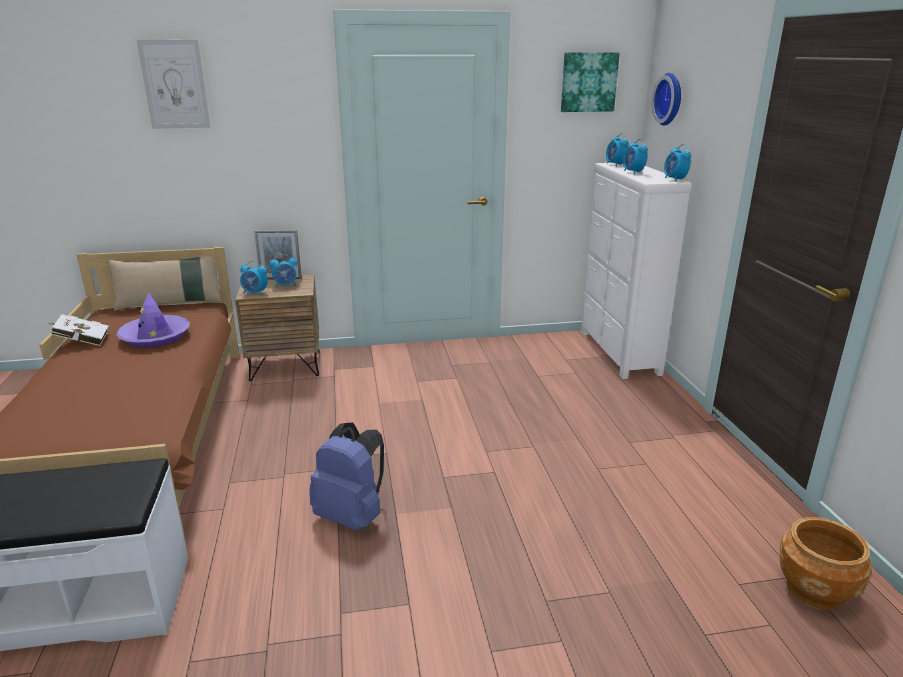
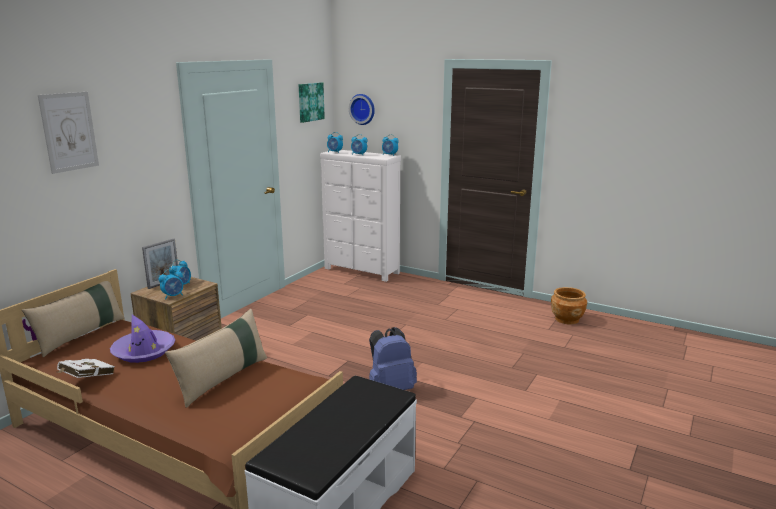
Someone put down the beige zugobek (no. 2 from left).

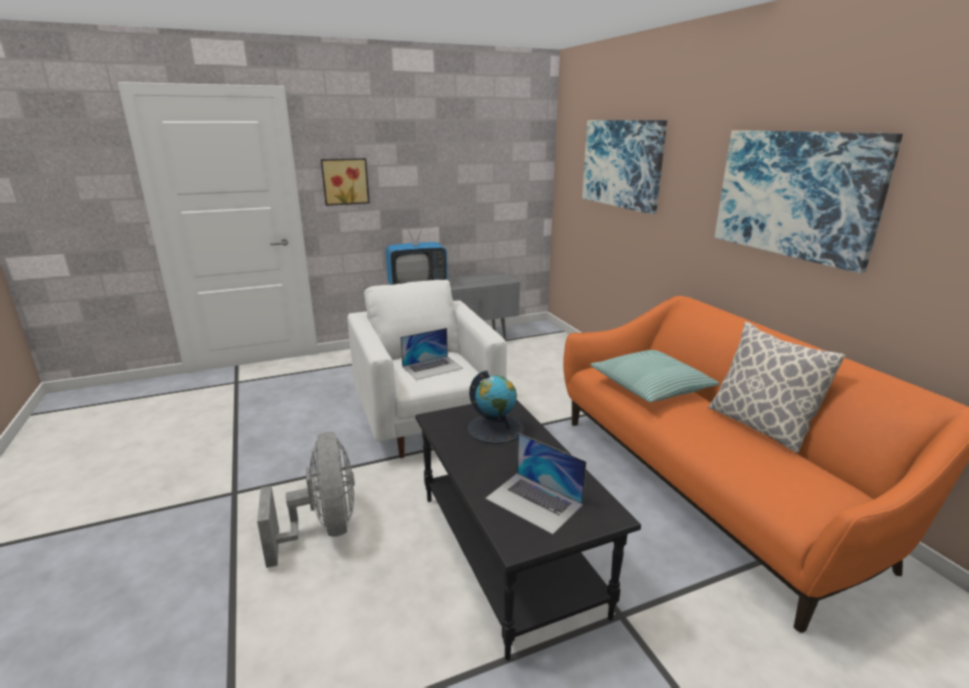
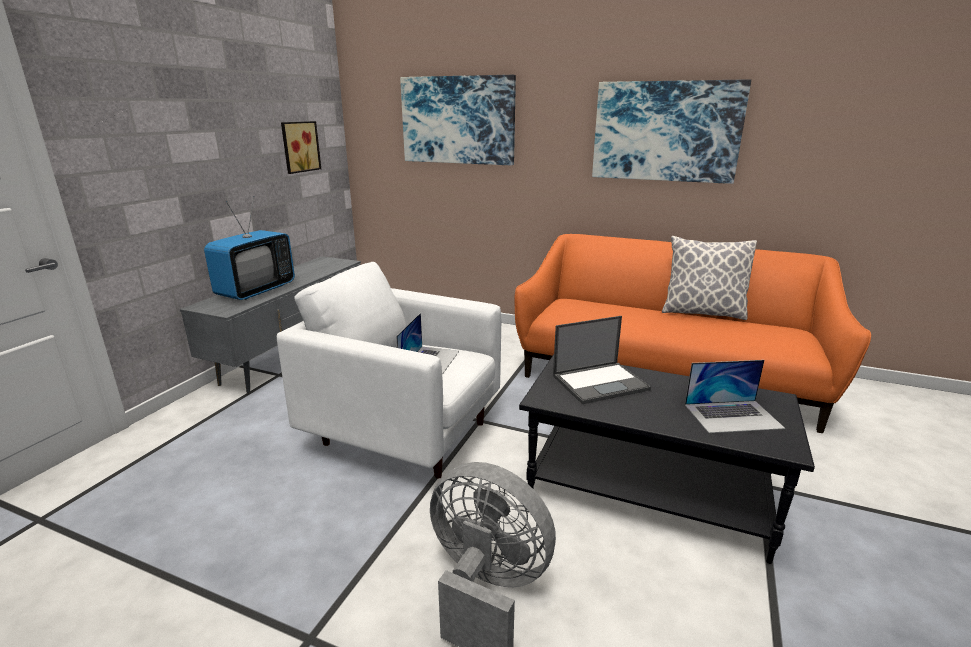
Someone carried the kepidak (no. 1 from left). Someone swapped the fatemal for the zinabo (no. 2 from left). Someone took away the zugobek (no. 1 from left).

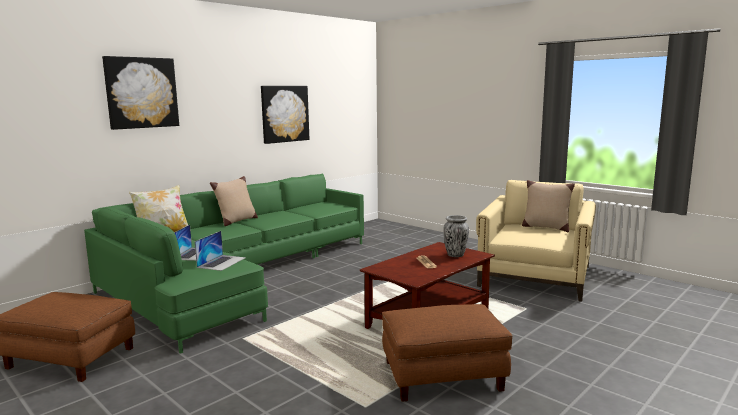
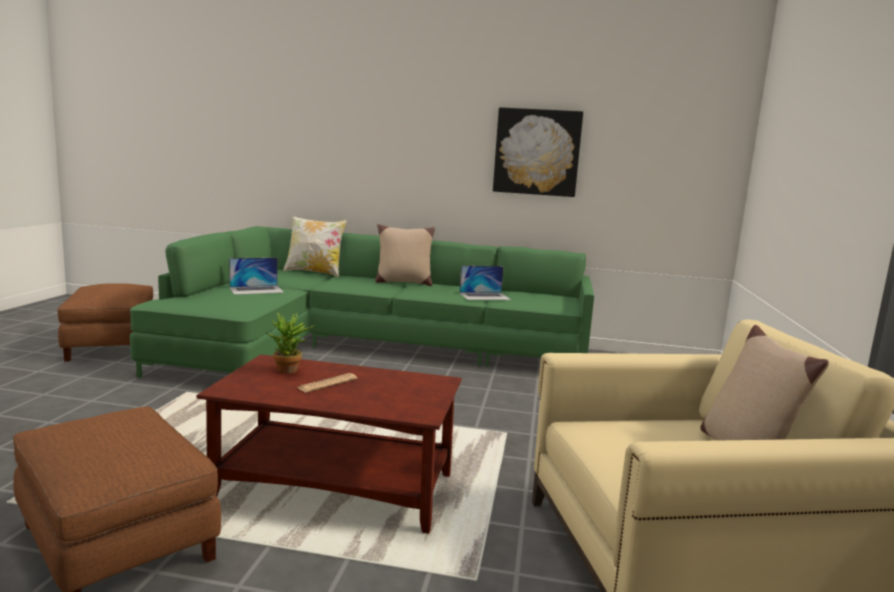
Someone put down the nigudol. Someone carried the zinabo (no. 2 from left). Someone took away the kepidak (no. 1 from left). Someone took away the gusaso.

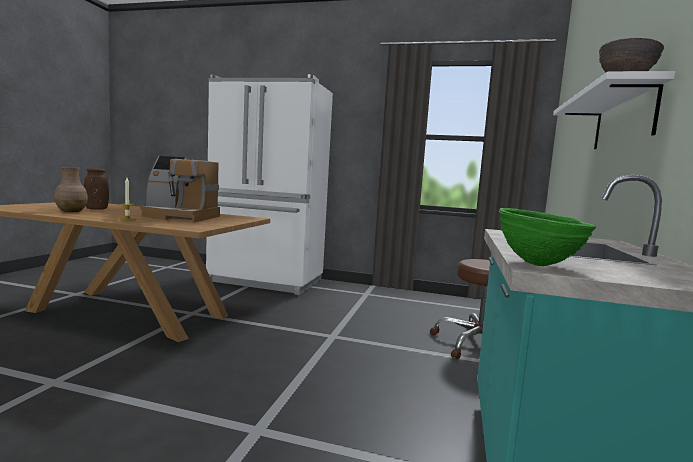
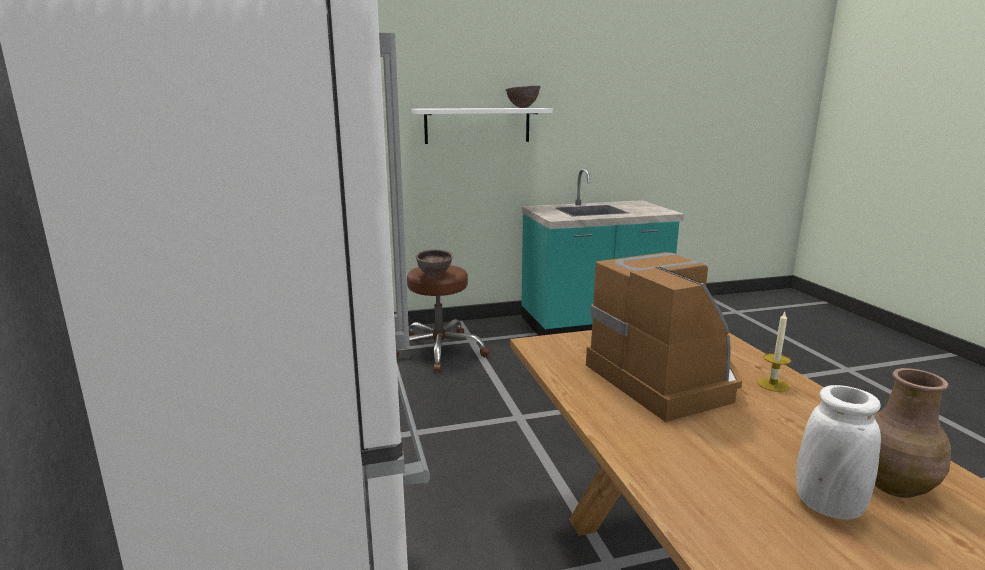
Someone put down the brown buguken (no. 1 from left). Someone repainted the brown gusaso (no. 2 from left), which became the white gusaso. Someone took away the green buguken.

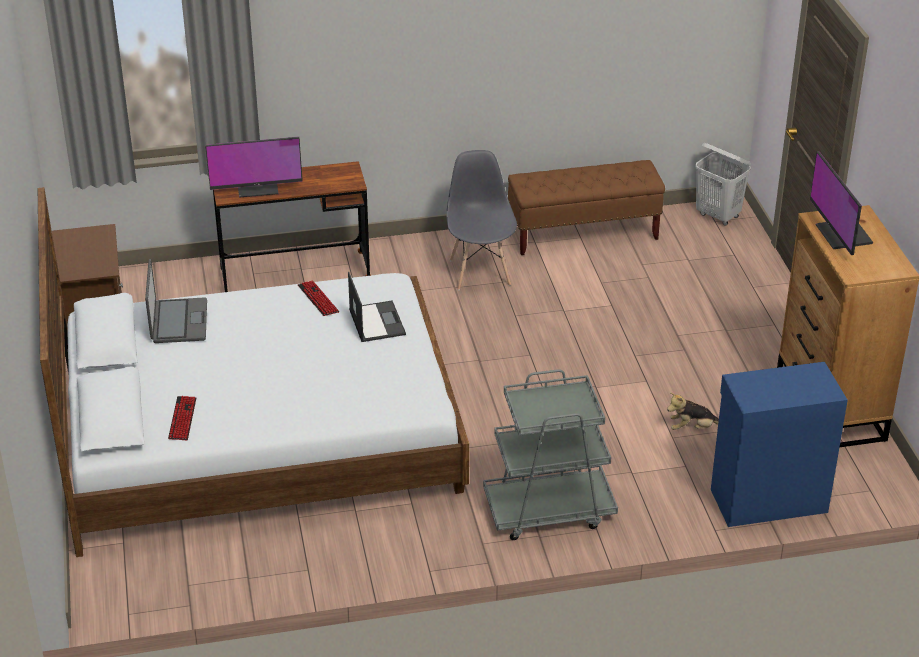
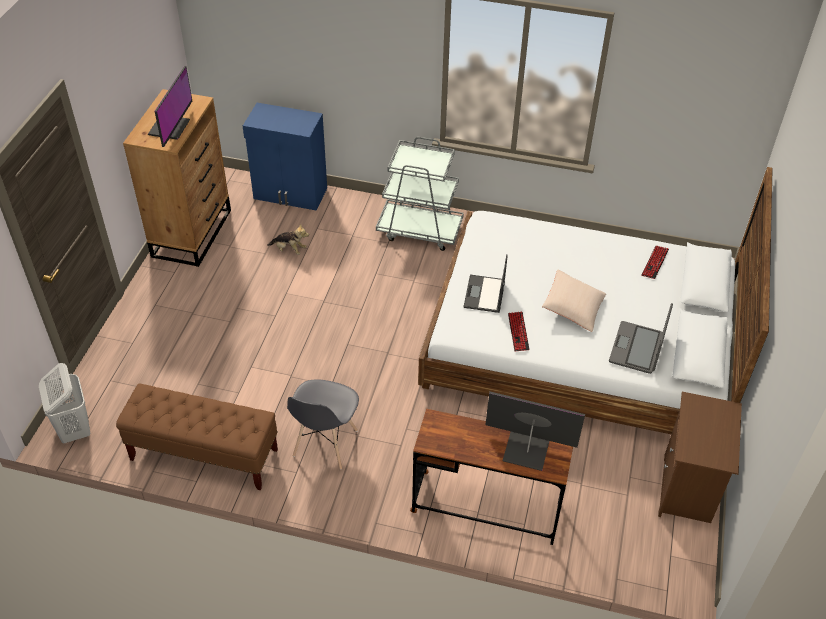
Someone put down the beige zugobek.

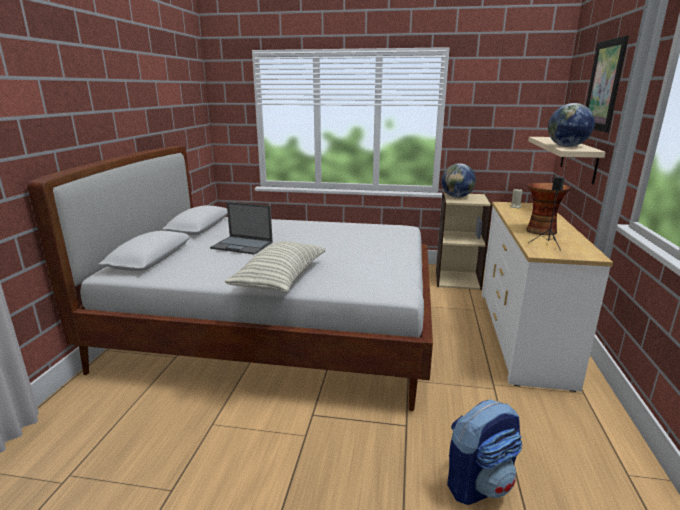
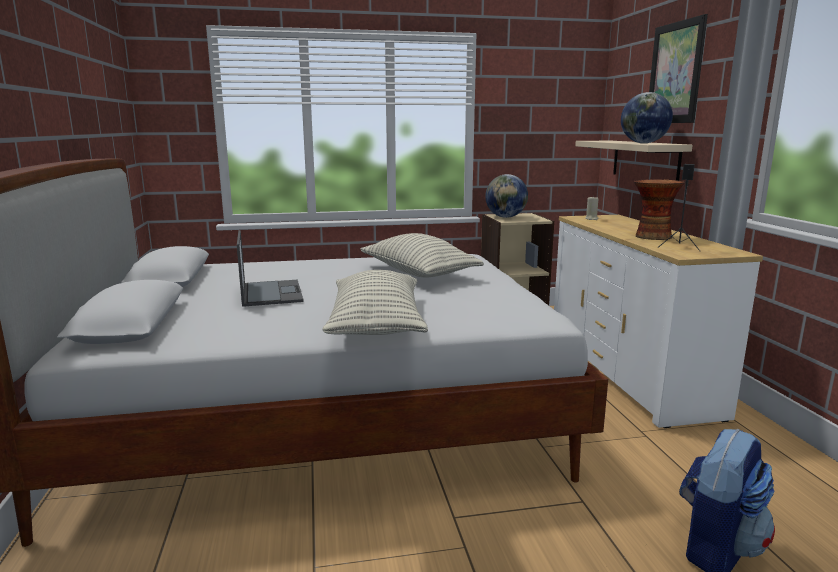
Someone rotated the zinabo by 105 degrees counterclockwise. Someone put down the zugobek (no. 2 from left).

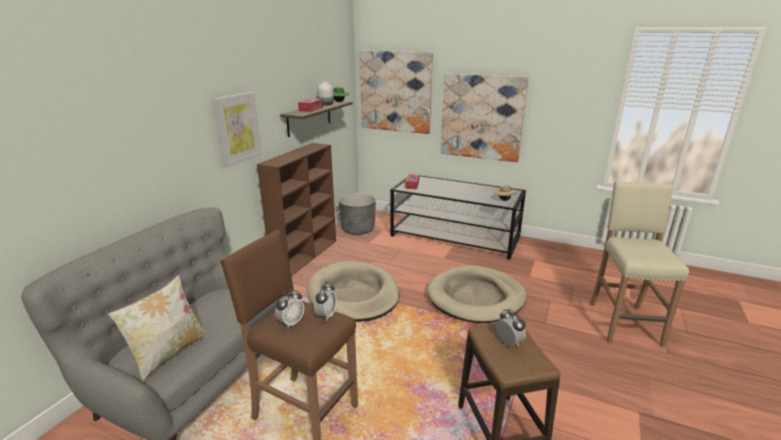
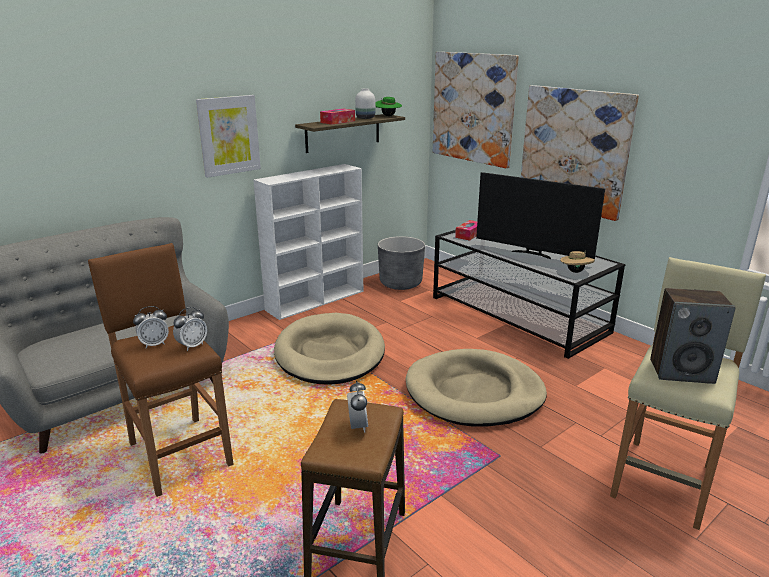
Someone repainted the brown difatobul, which became the white difatobul. Someone put down the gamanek. Someone put down the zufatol. Someone took away the zugobek.

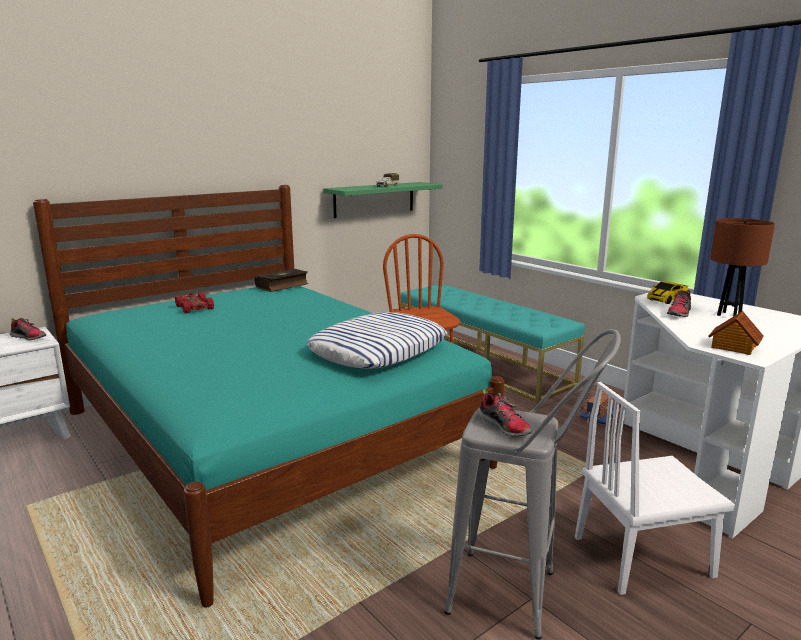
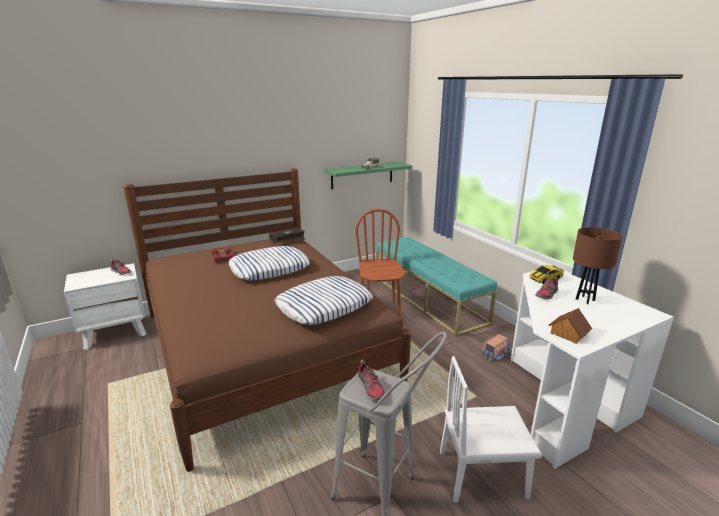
Someone repainted the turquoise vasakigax, which became the brown vasakigax. Someone put down the zugobek (no. 1 from left).

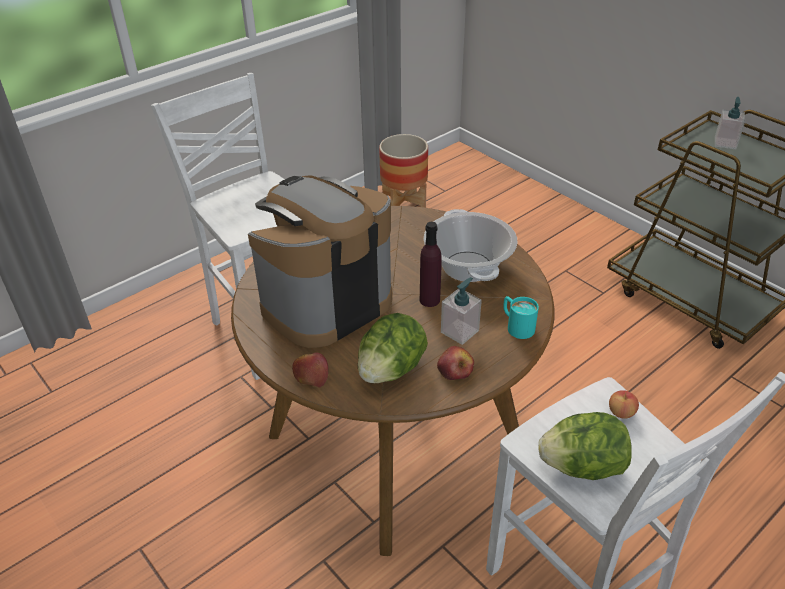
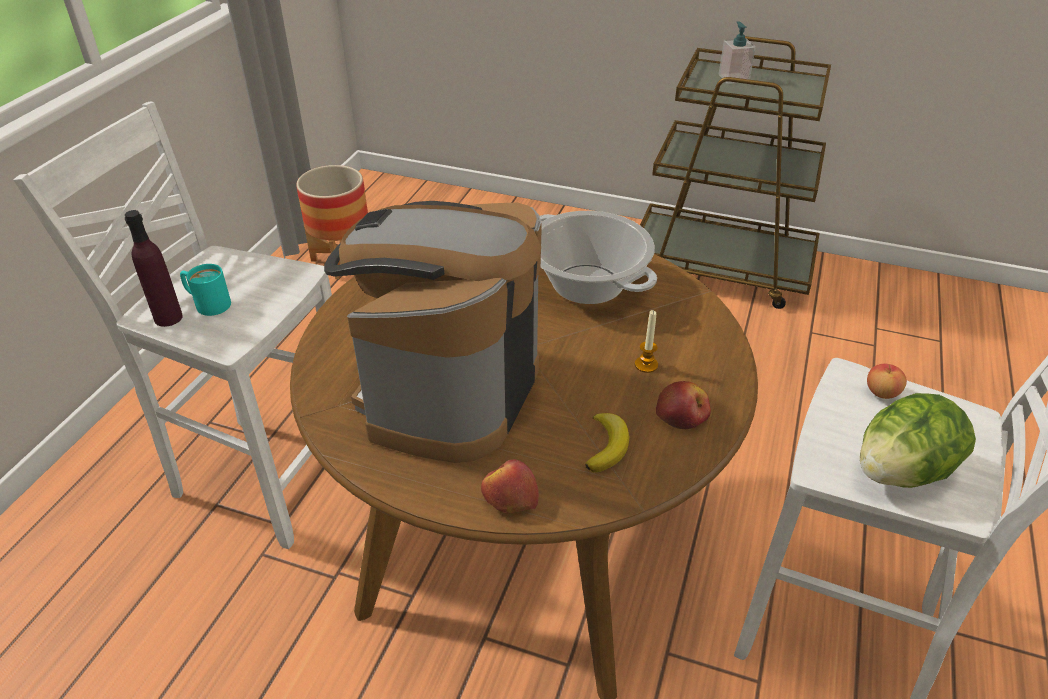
Someone carried the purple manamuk. Someone carried the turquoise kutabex. Someone swapped the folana (no. 1 from left) for the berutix. Someone swapped the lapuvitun (no. 1 from left) for the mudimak.

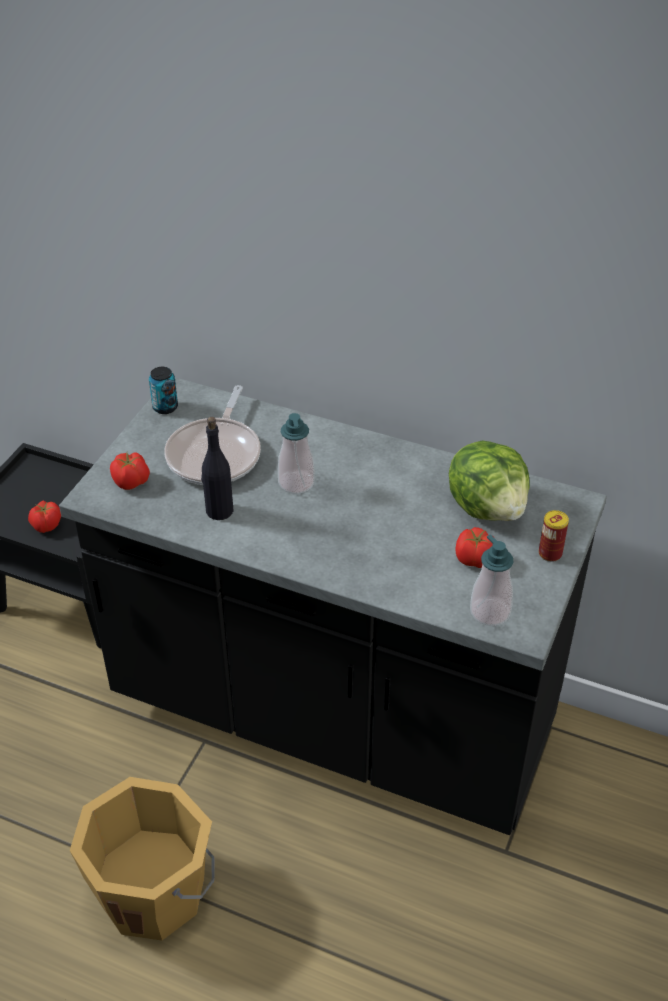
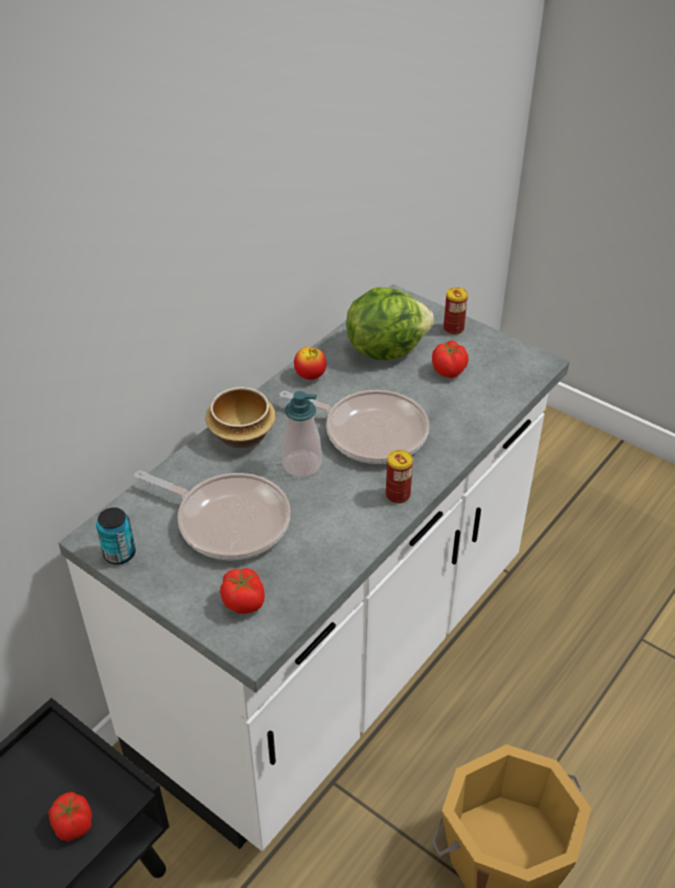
Someone repainted the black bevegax, which became the white bevegax. Someone put down the buguken. Someone put down the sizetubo (no. 2 from left). Someone put down the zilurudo. Someone put down the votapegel (no. 2 from left). Someone took away the black manamuk. Someone took away the lapuvitun (no. 2 from left).

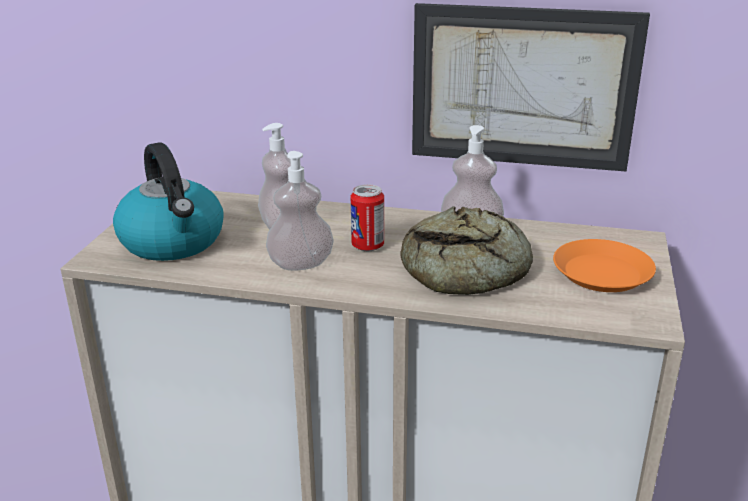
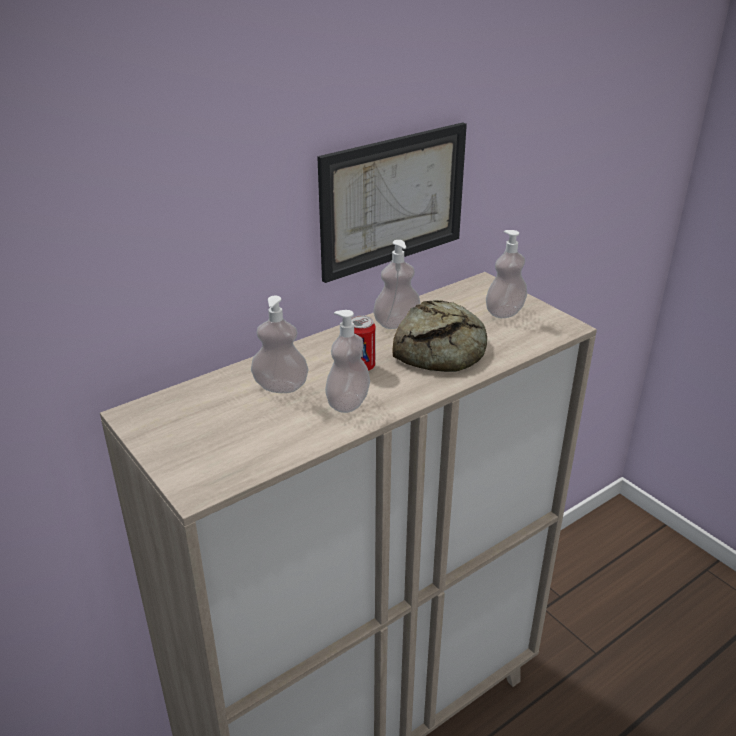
Someone swapped the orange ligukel for the lapuvitun (no. 4 from left). Someone took away the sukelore.

